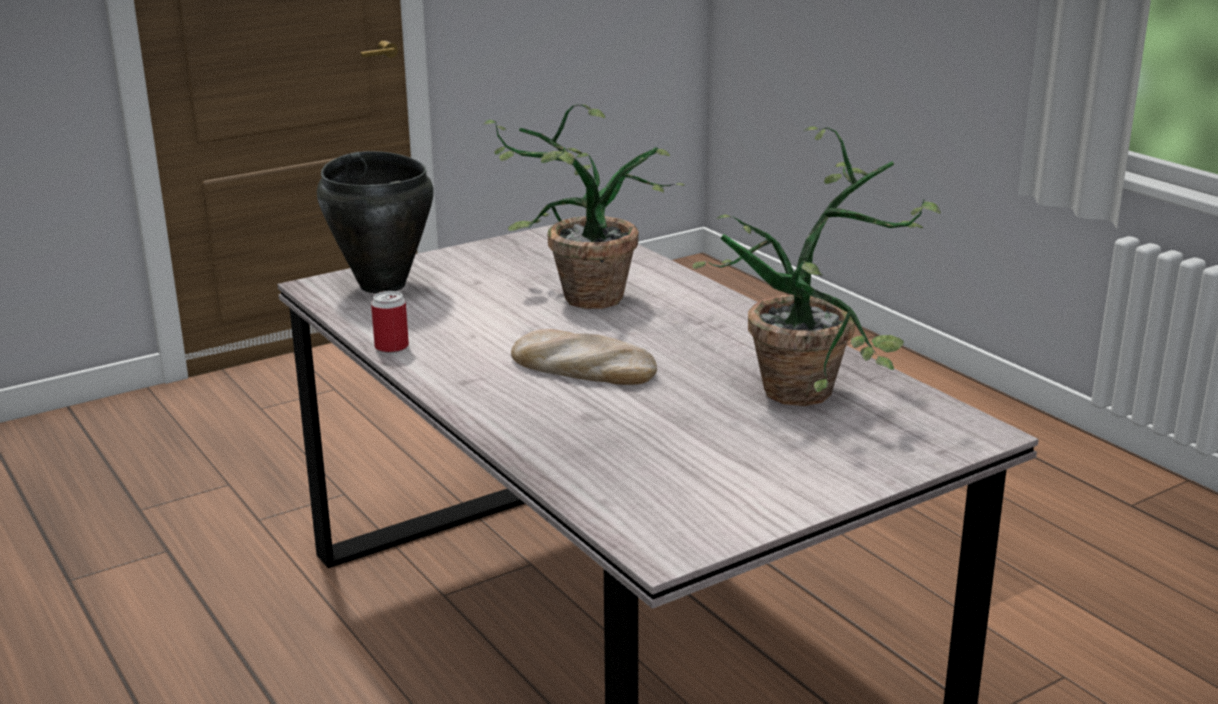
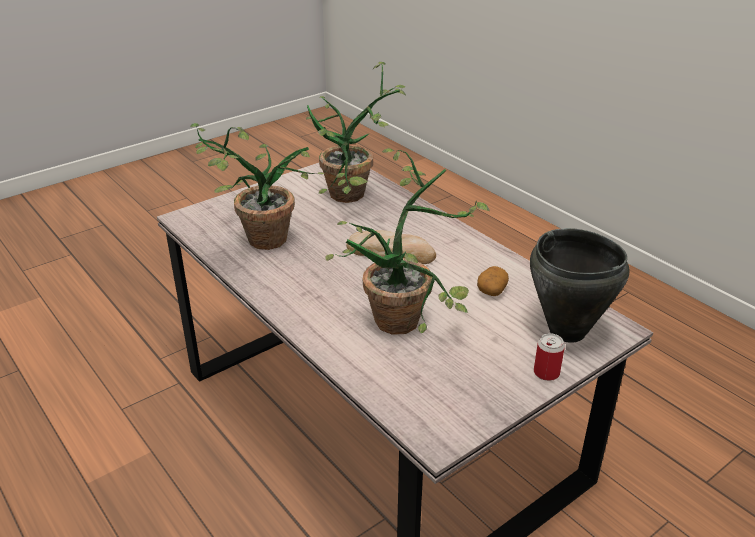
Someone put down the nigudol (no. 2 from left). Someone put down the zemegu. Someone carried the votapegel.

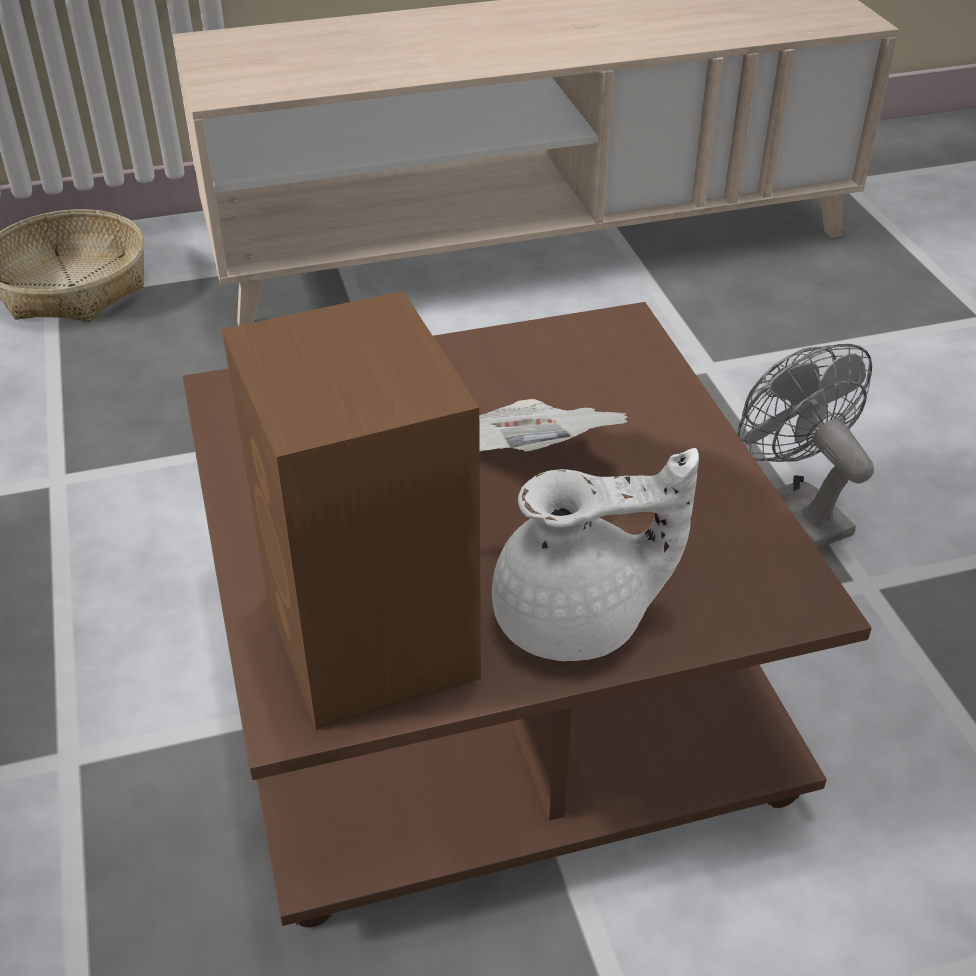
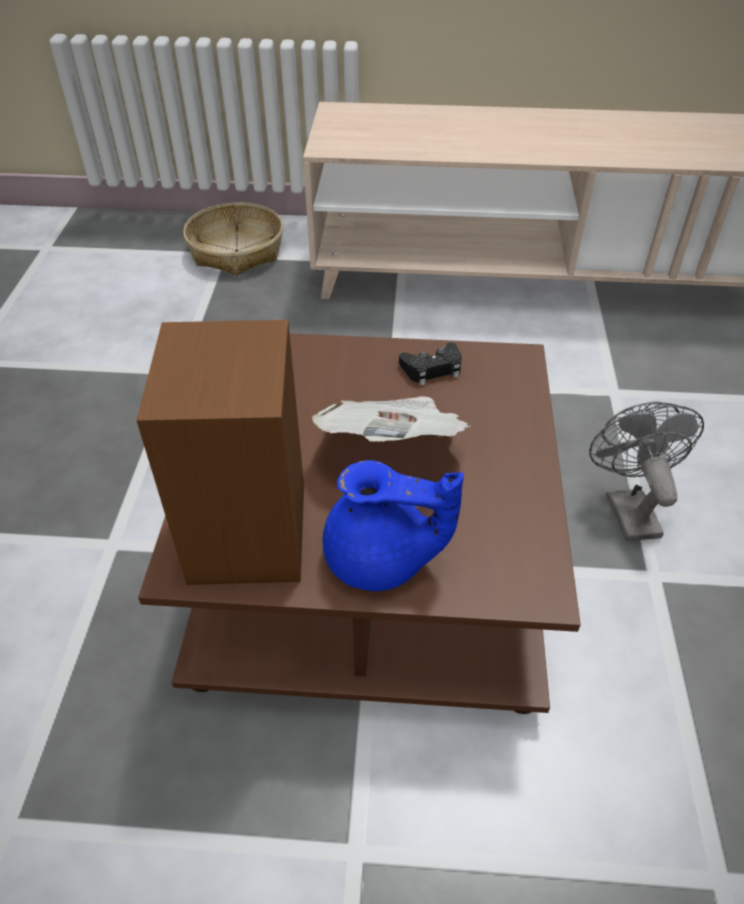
Someone repainted the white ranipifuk, which became the blue ranipifuk. Someone put down the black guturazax.

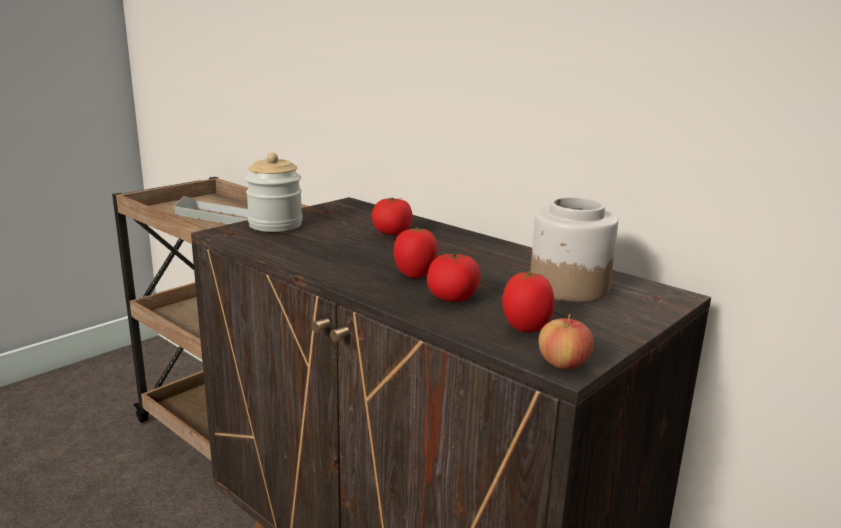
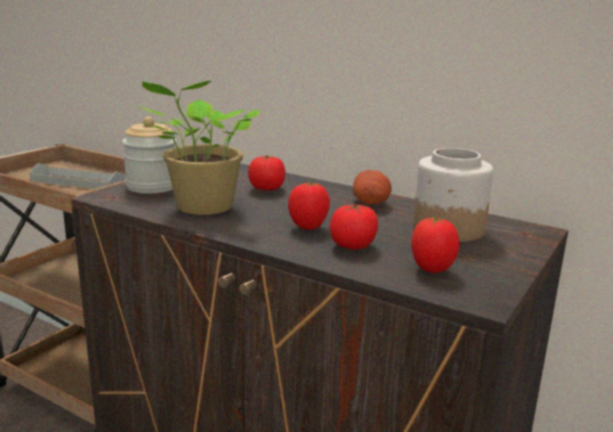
Someone put down the nigudol. Someone put down the zemegu. Someone took away the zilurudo.

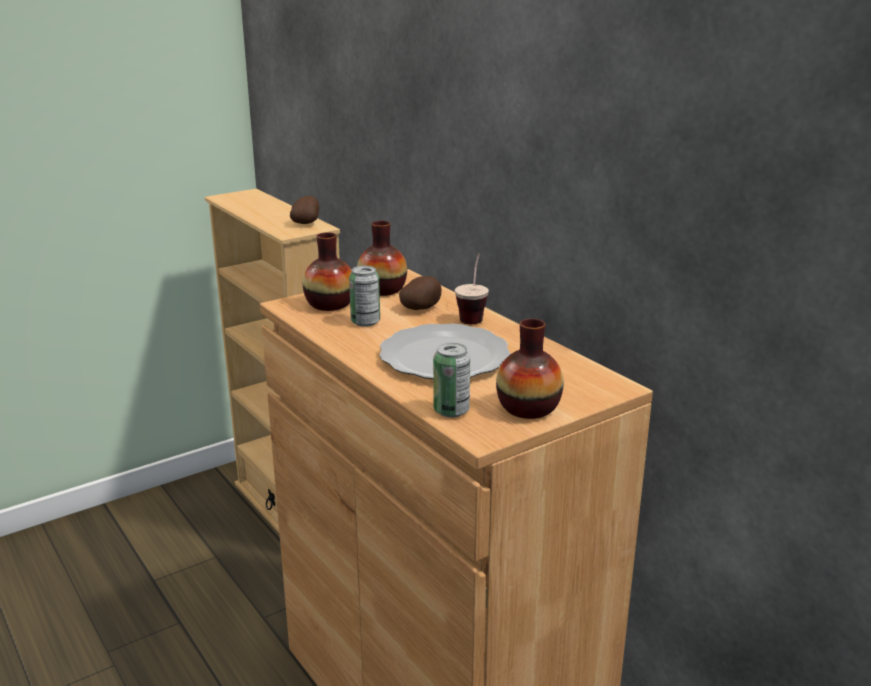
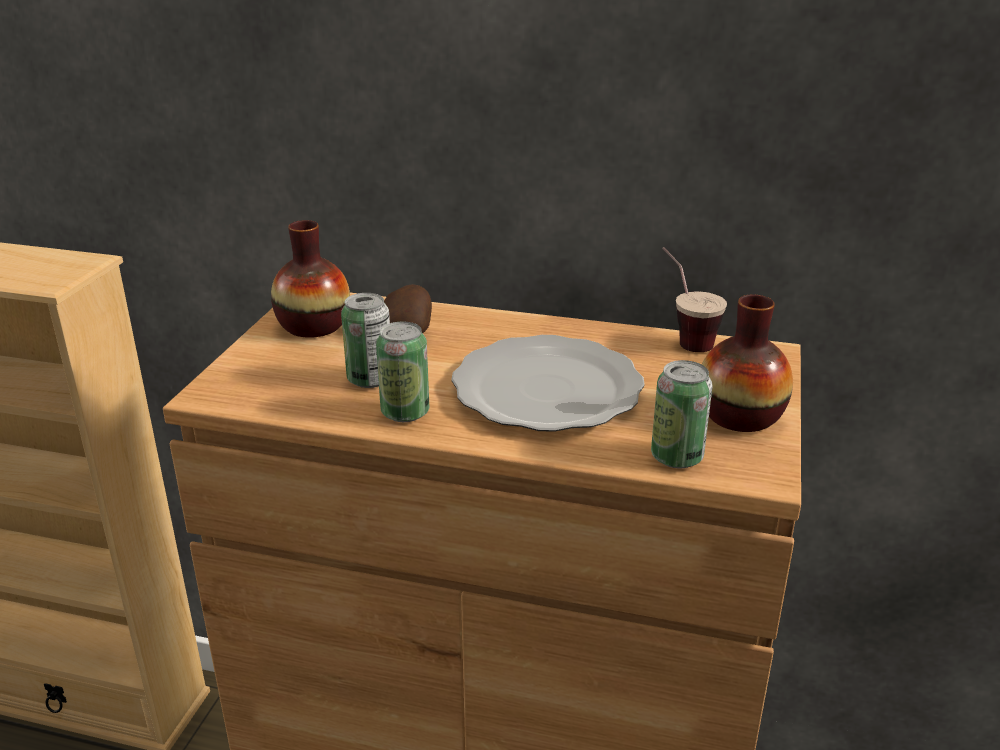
Someone put down the votapegel (no. 2 from left). Someone carried the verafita. Someone took away the zemegu (no. 1 from left). Someone took away the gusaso (no. 1 from left).

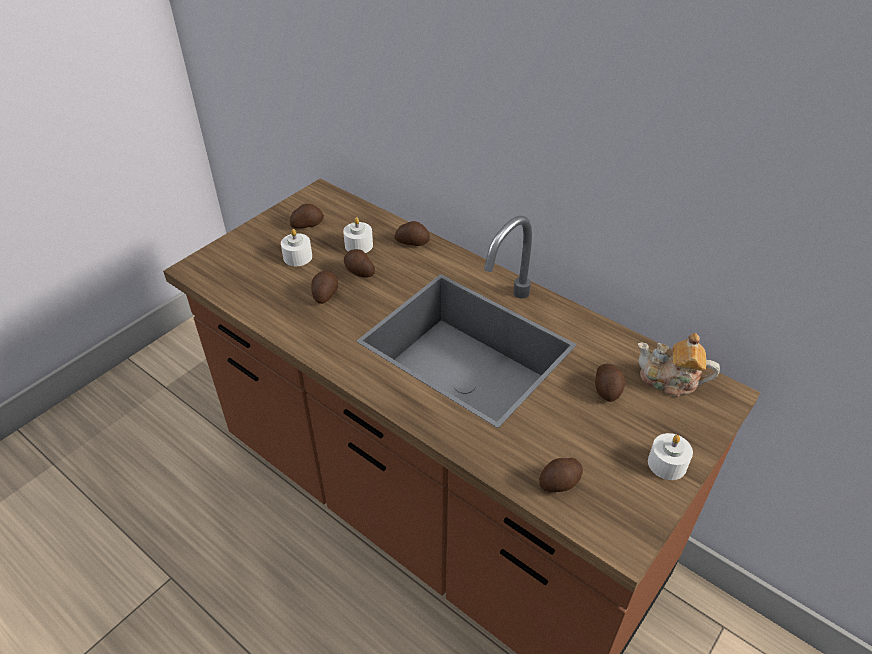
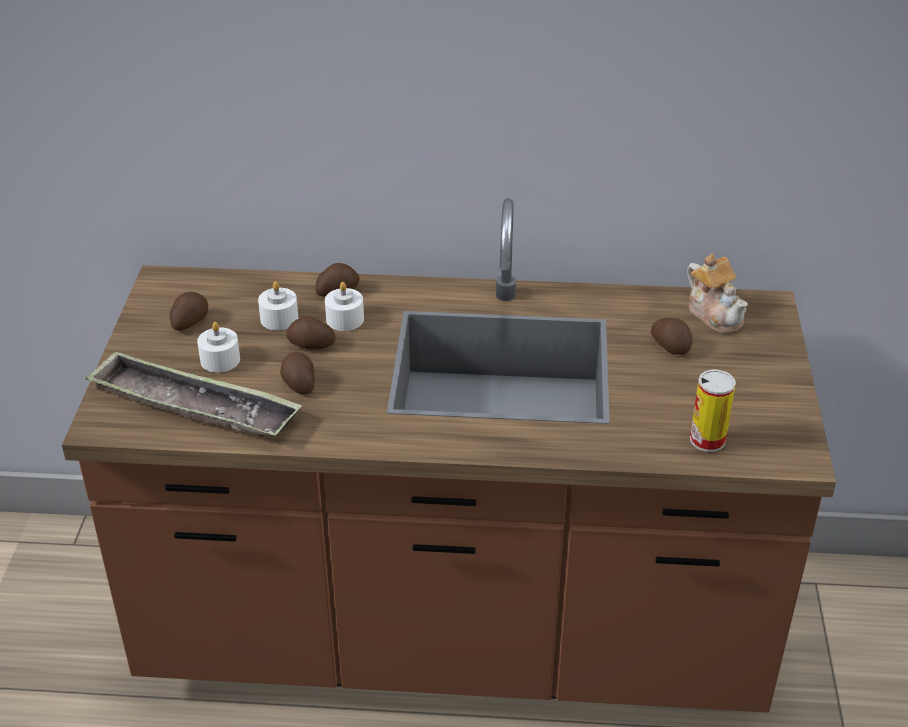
Someone put down the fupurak. Someone carried the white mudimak (no. 3 from left). Someone rotated the ranipifuk by 105 degrees counterclockwise. Someone swapped the zemegu (no. 5 from left) for the votapegel.

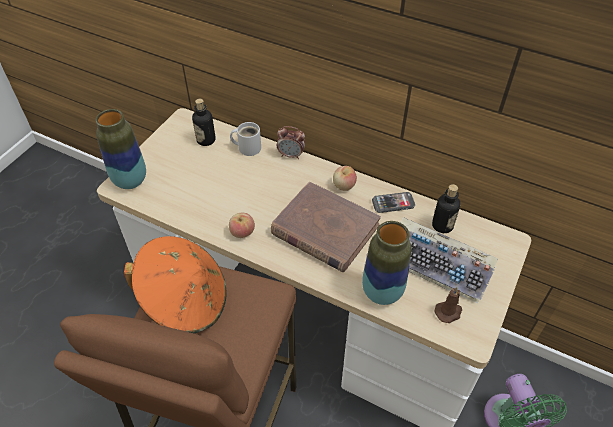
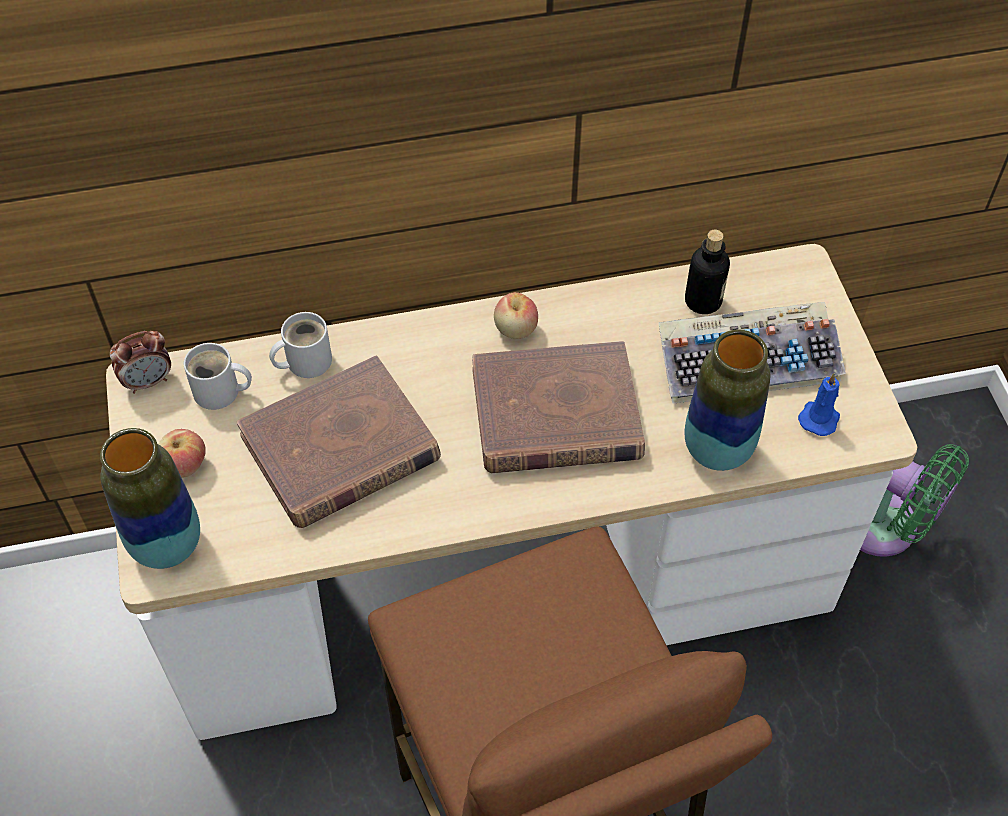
Someone carried the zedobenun. Someone carried the zilurudo (no. 1 from left). Someone swapped the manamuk (no. 1 from left) for the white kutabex (no. 1 from left). Someone put down the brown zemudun (no. 1 from left). Someone repainted the brown mudimak, which became the blue mudimak. Someone took away the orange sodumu. Someone took away the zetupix.

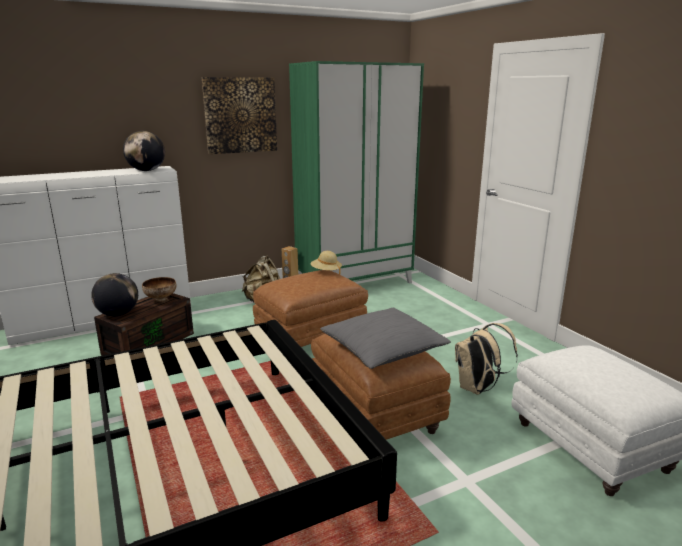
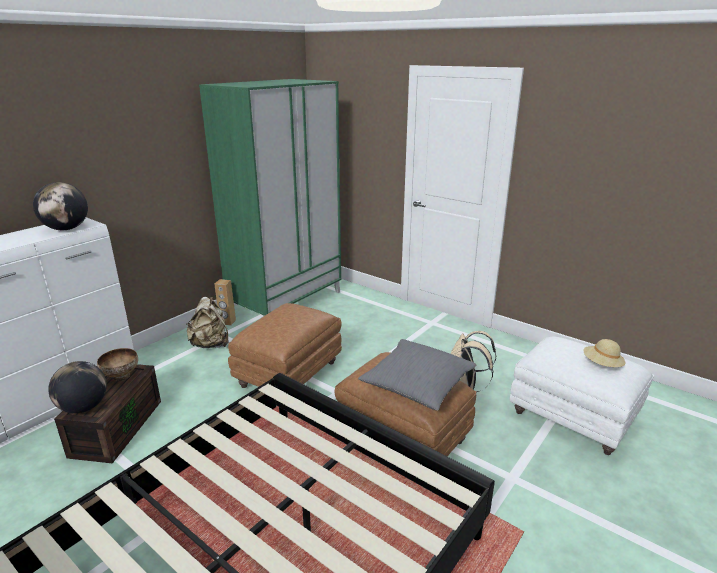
Someone carried the beige sodumu. Someone took away the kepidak.

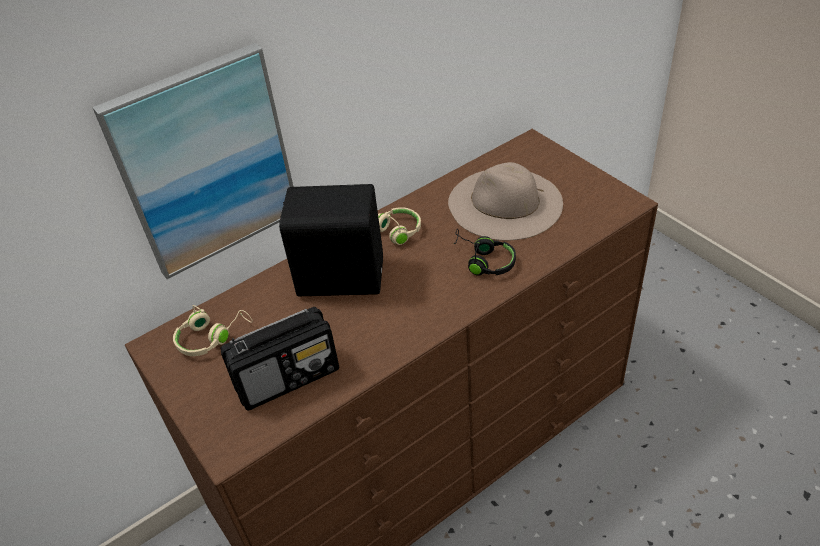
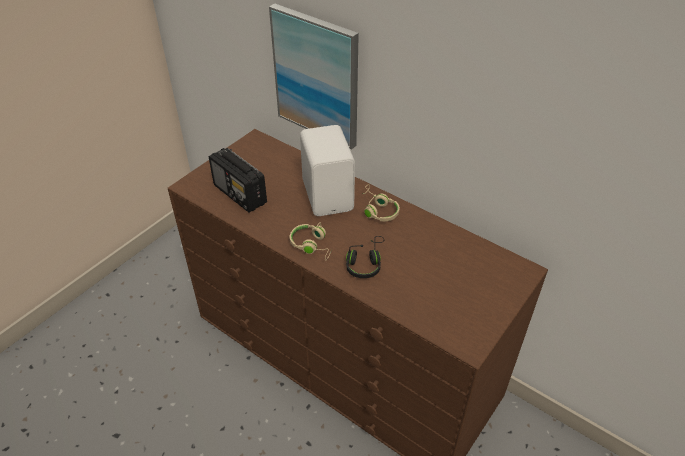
Someone carried the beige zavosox (no. 1 from left). Someone repainted the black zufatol, which became the white zufatol. Someone took away the beige sodumu.

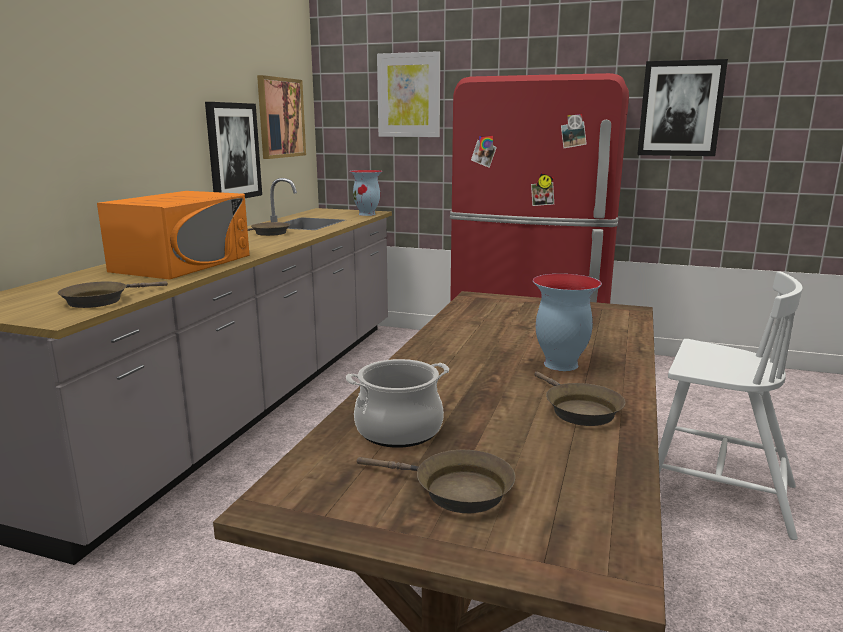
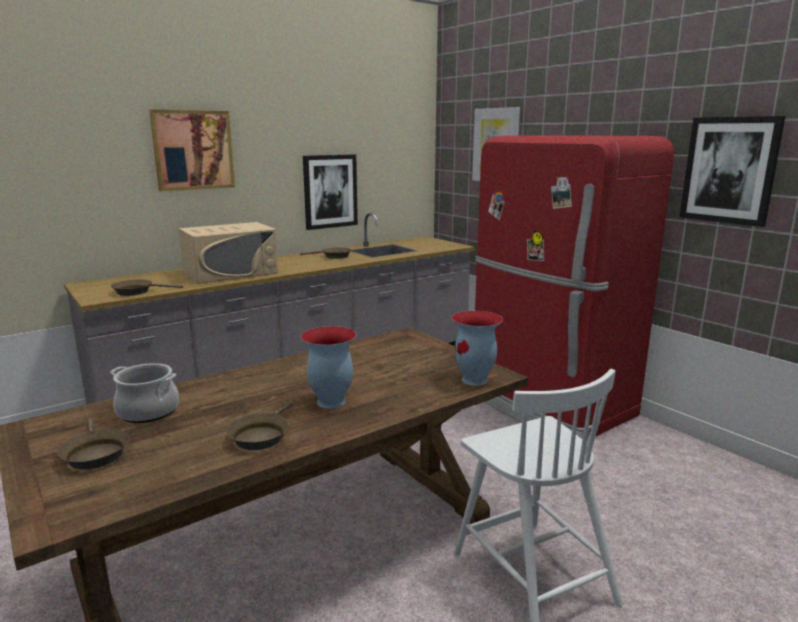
Someone carried the kepidak (no. 2 from left in the first image). Someone repainted the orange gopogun, which became the beige gopogun. Someone carried the gusaso (no. 1 from left in the first image).

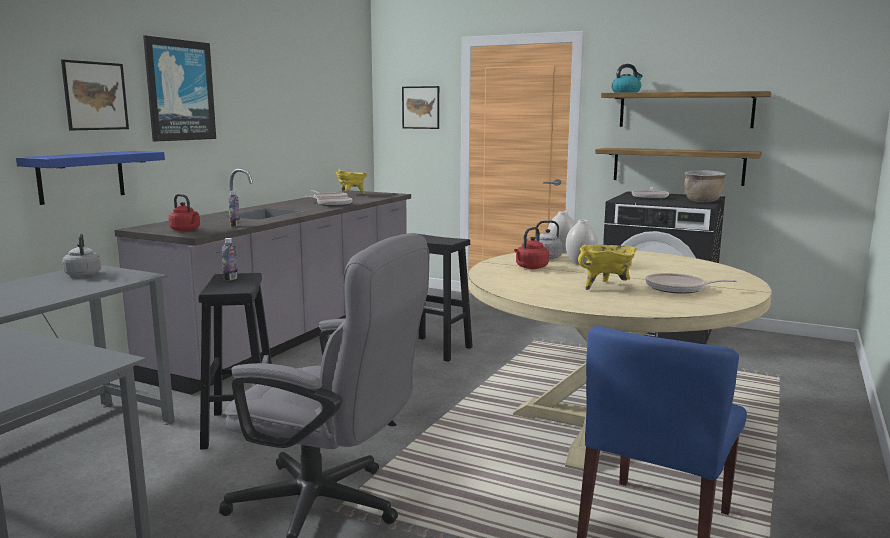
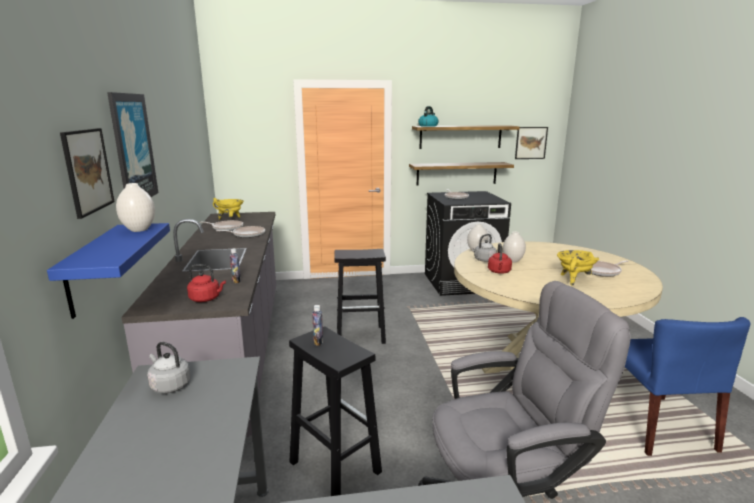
Someone put down the white gusaso (no. 1 from left). Someone carried the kepidak (no. 3 from left). Someone took away the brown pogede.

